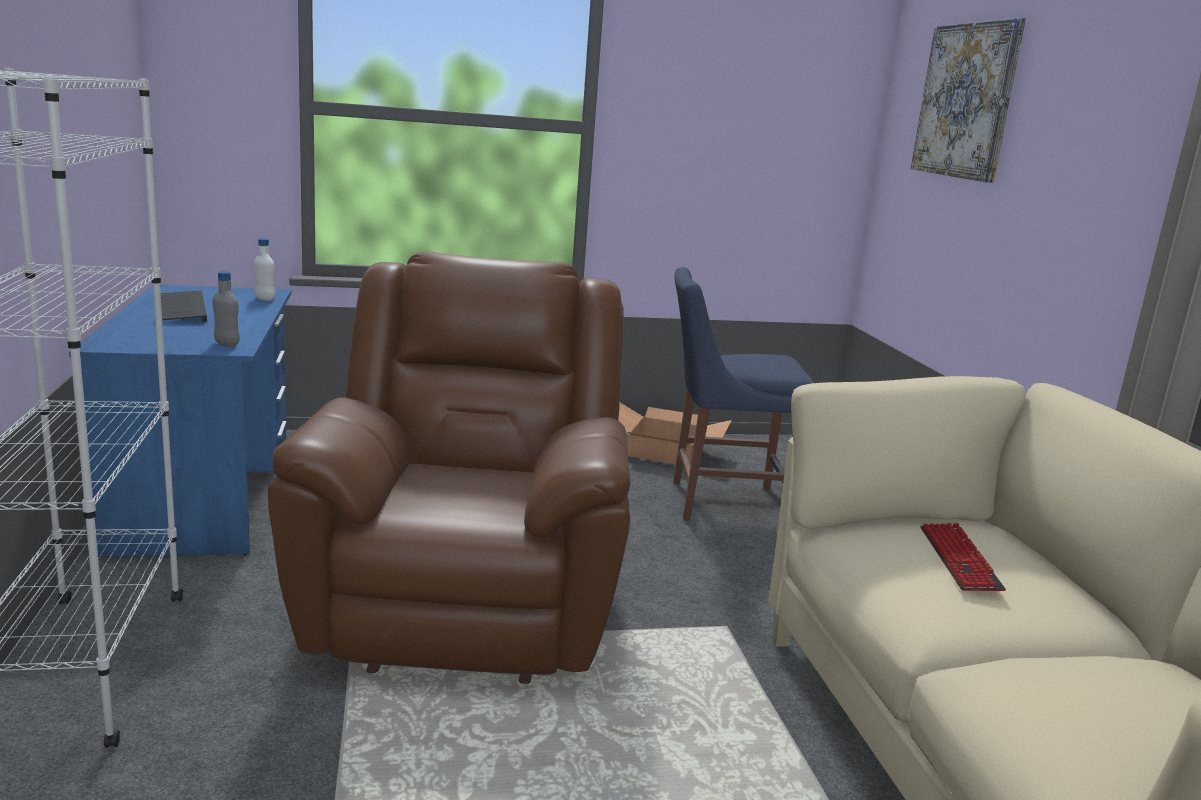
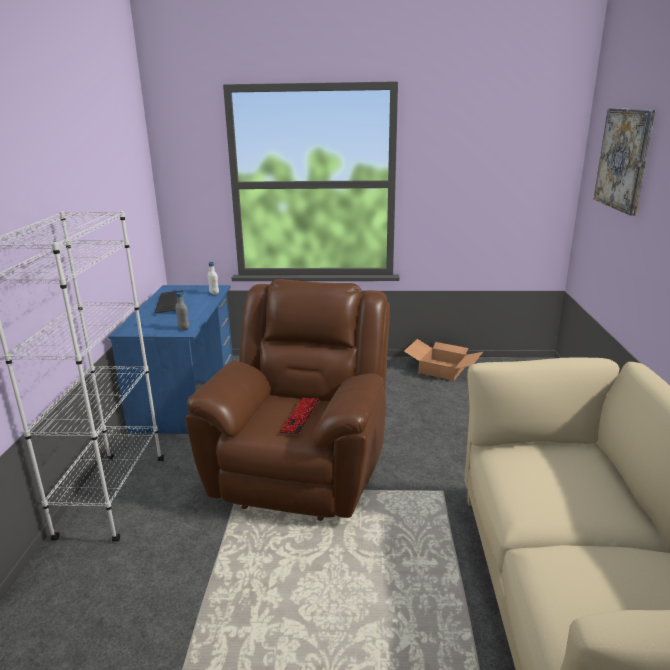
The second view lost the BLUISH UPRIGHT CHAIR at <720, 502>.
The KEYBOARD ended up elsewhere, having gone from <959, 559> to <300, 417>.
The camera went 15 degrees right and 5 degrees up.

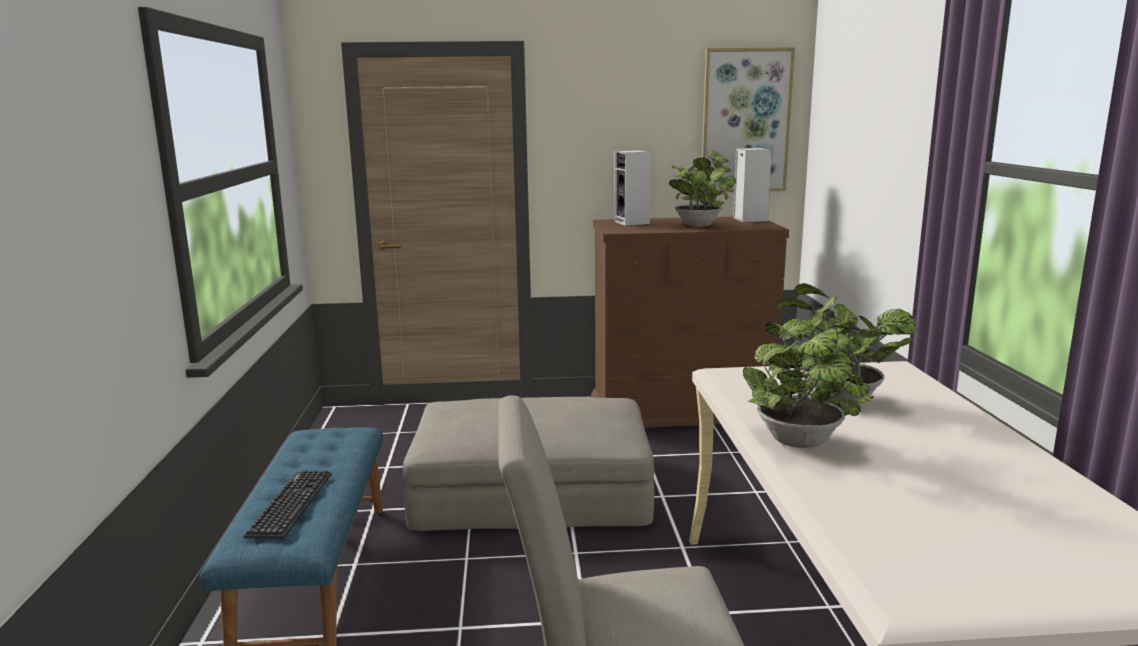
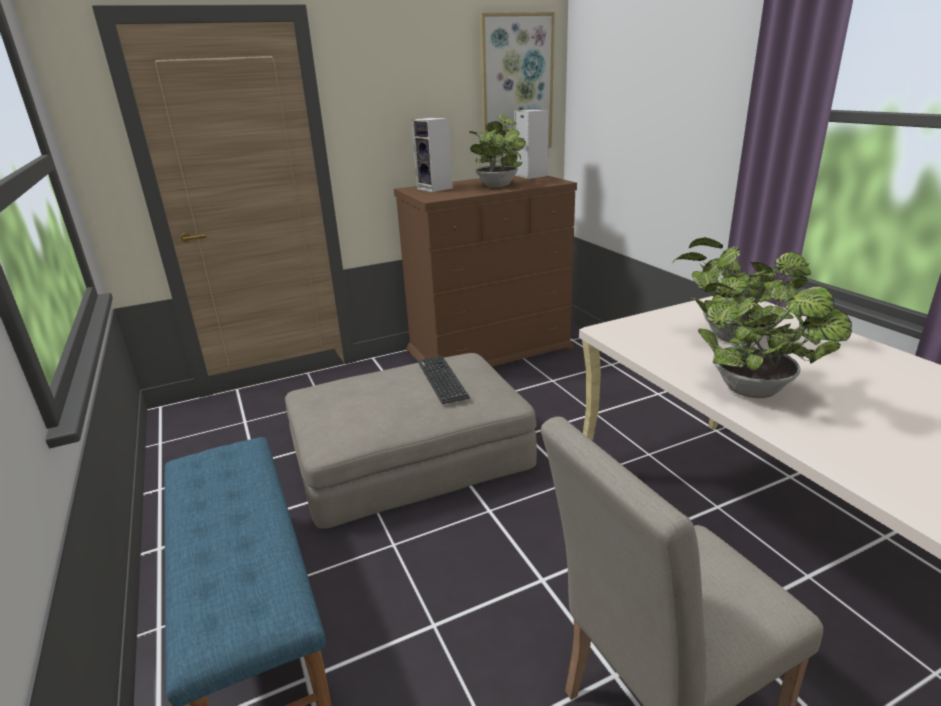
The KEYBOARD ended up elsewhere, having gone from <291, 504> to <442, 379>.
The camera went 20 degrees left and 10 degrees up.

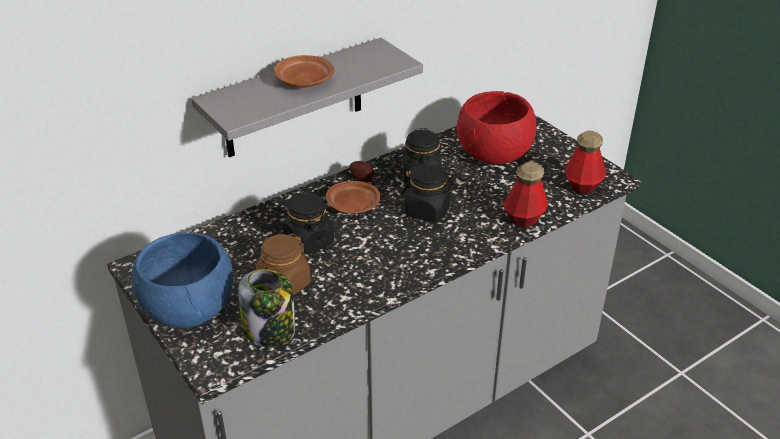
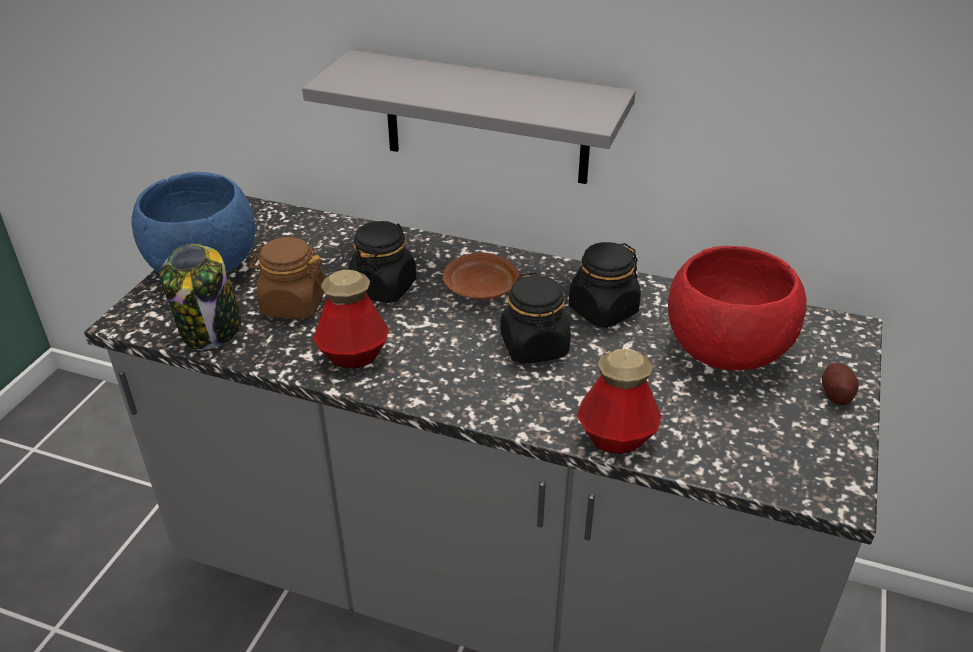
The second view lost the BROWN PLATE at <303, 80>.
The WHOLE POTATO ended up elsewhere, having gone from <361, 178> to <836, 394>.
The DRINK BOTTLE ended up elsewhere, having gone from <583, 186> to <353, 356>.
The camera went 55 degrees right and 0 degrees up.

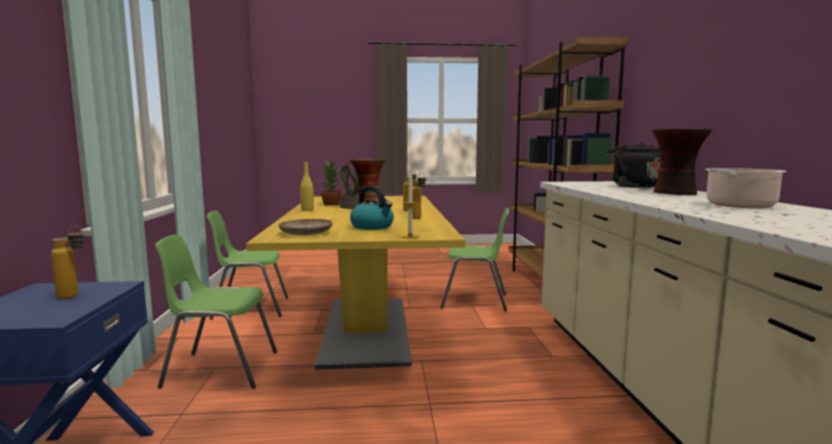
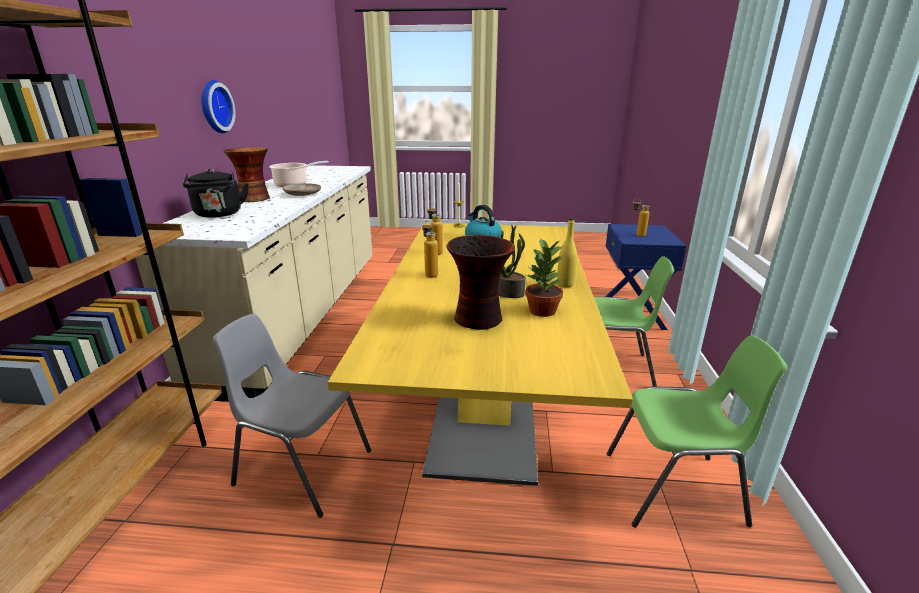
The second view gained the CLOCK ON THE WALL at <214, 107>.
The BEIGE PLATE ended up elsewhere, having gone from <306, 233> to <302, 194>.
What was the GREEN UPRIGHT CHAIR at <476, 301> turned into the GREY UPRIGHT CHAIR at <302, 467>.
The camera went 170 degrees left and 15 degrees up.

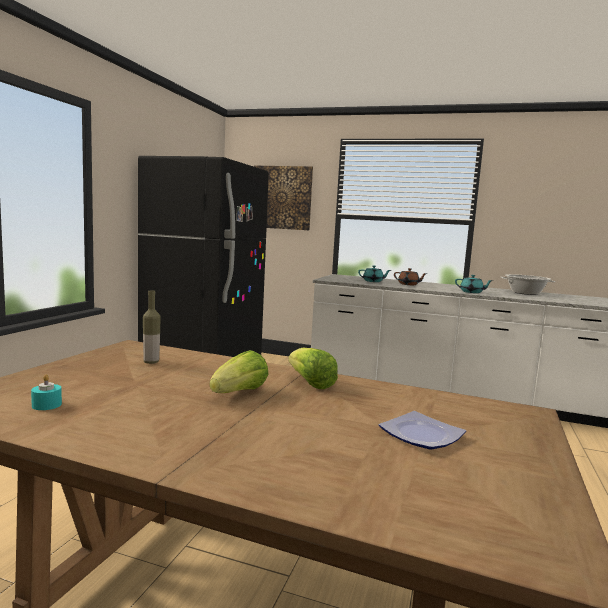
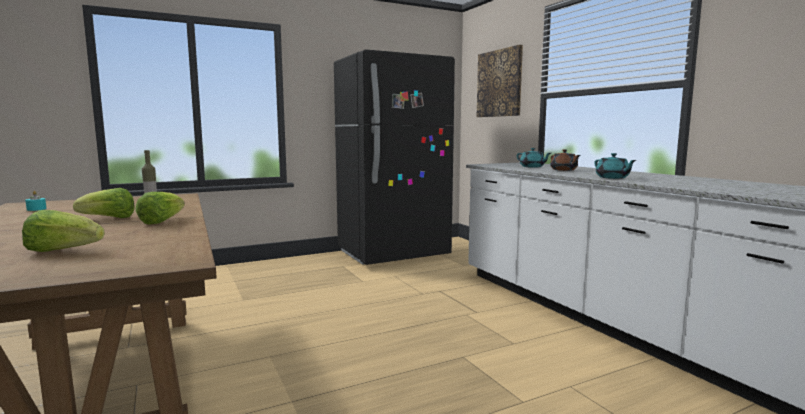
The second view lost the SAUCEPOT at <525, 293>.
Where the PLATE stood at <419, 435>, the LETTUCE came to stand at <63, 251>.
The camera went 45 degrees right and 0 degrees up.

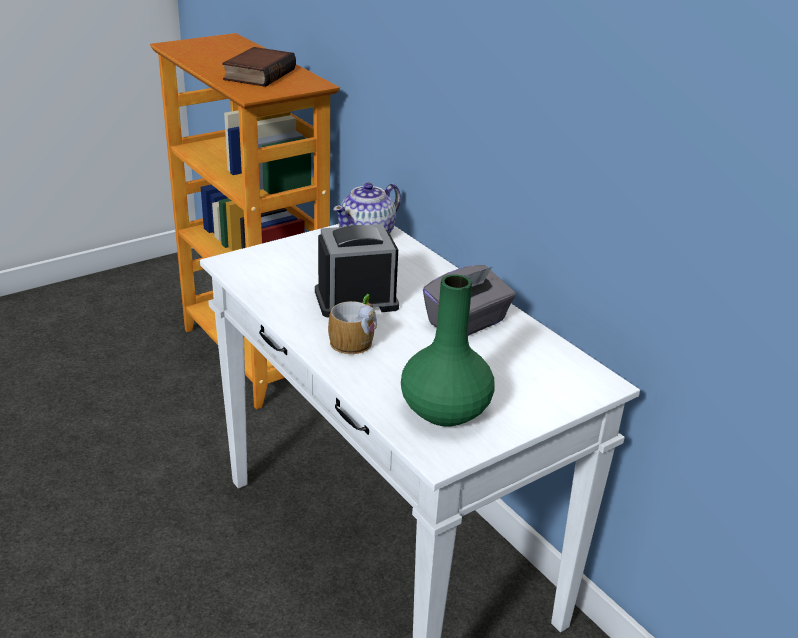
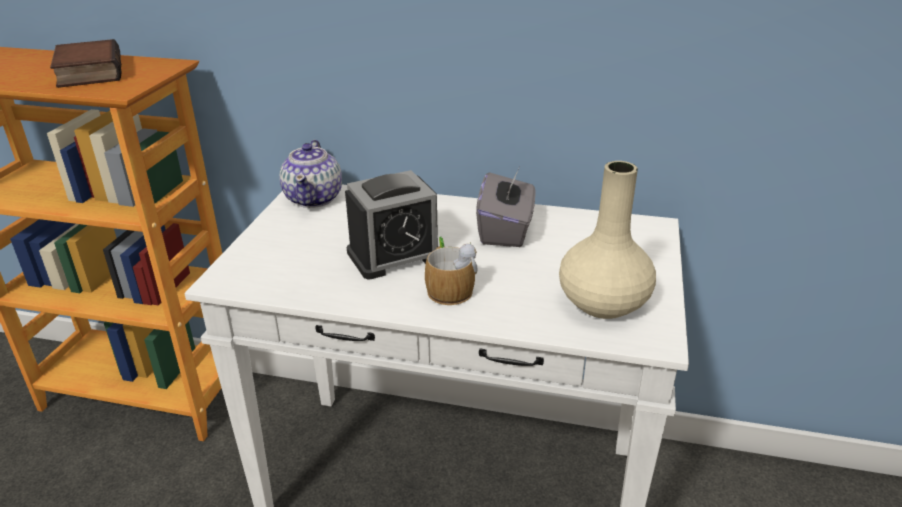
What was the GREEN FLOWER VASE at <443, 411> turned into the BEIGE FLOWER VASE at <602, 304>.
The BEDSIDE CLOCK at <356, 300> ended up facing another way, 150 degrees counterclockwise from before.
The camera went 40 degrees left and 0 degrees up.

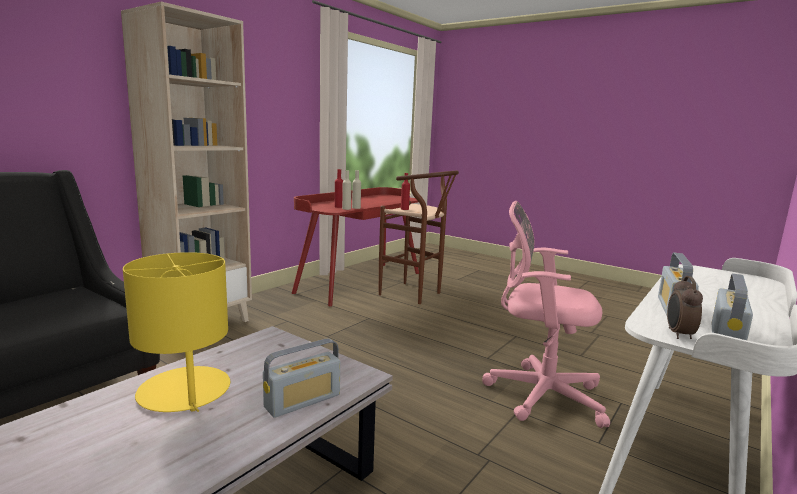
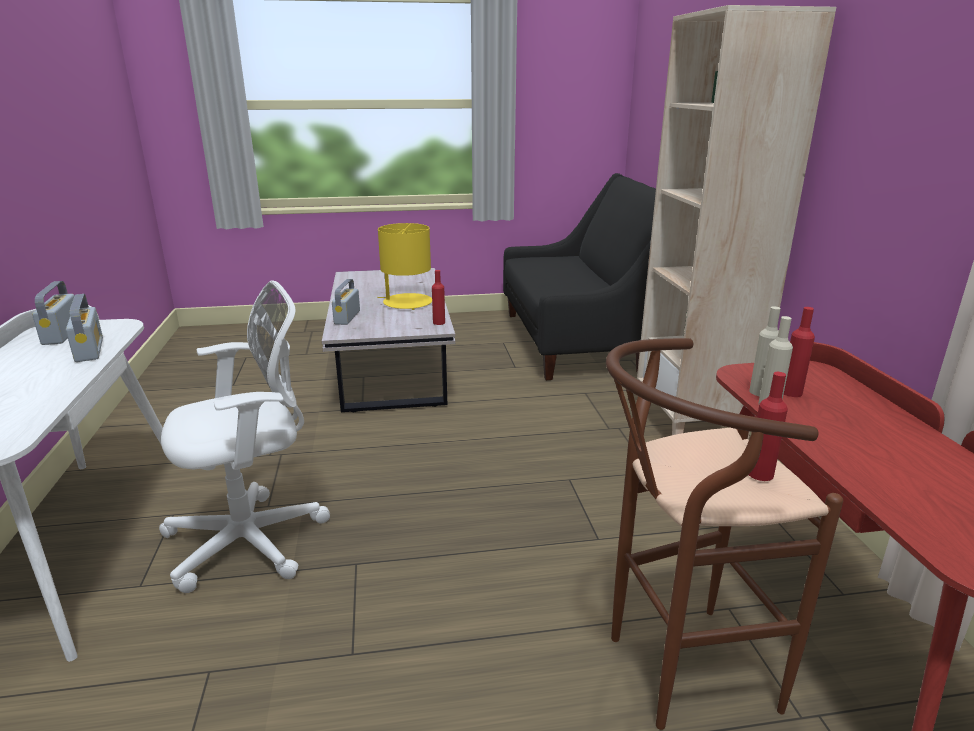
The second view lost the BEDSIDE CLOCK at <678, 334>.
The second view gained the RED-COLOURED DRINK BOTTLE at <439, 322>.
What was the PINK DESK CHAIR at <539, 394> turned into the WHITE-COLOURED DESK CHAIR at <254, 540>.
The camera went 135 degrees right and 10 degrees up.

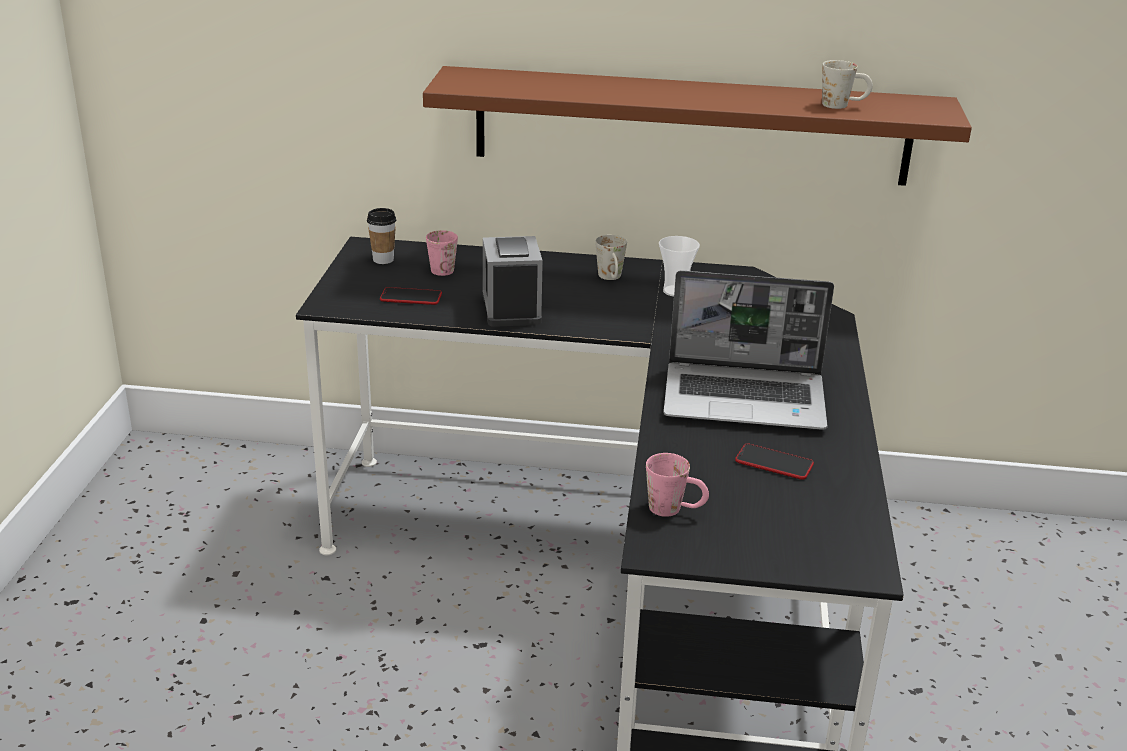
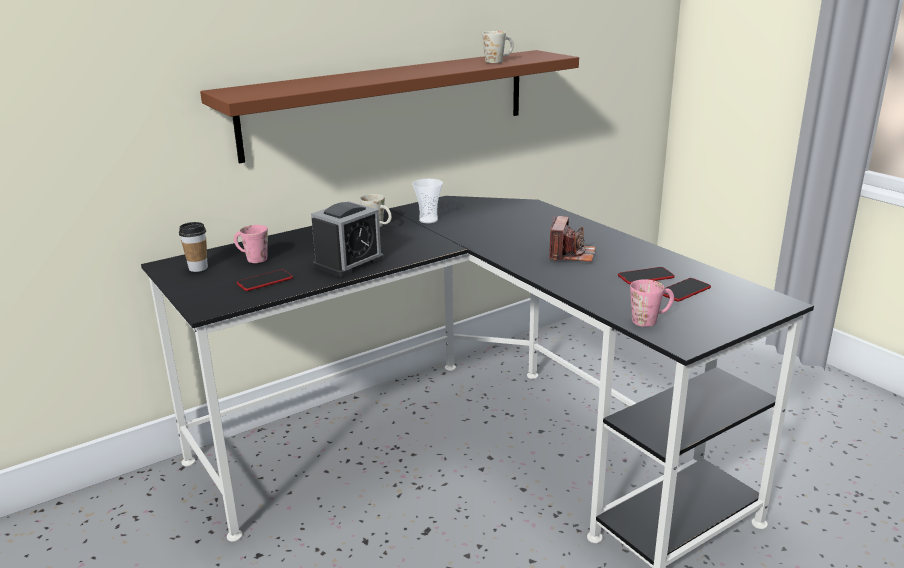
The second view gained the PHONE at <684, 291>.
Where the PORTABLE COMPUTER stood at <746, 399>, the PHOTO CAMERA came to stand at <571, 254>.
The BEDSIDE CLOCK at <511, 309> ended up facing another way, 90 degrees counterclockwise from before.
The camera went 40 degrees left and 5 degrees down.

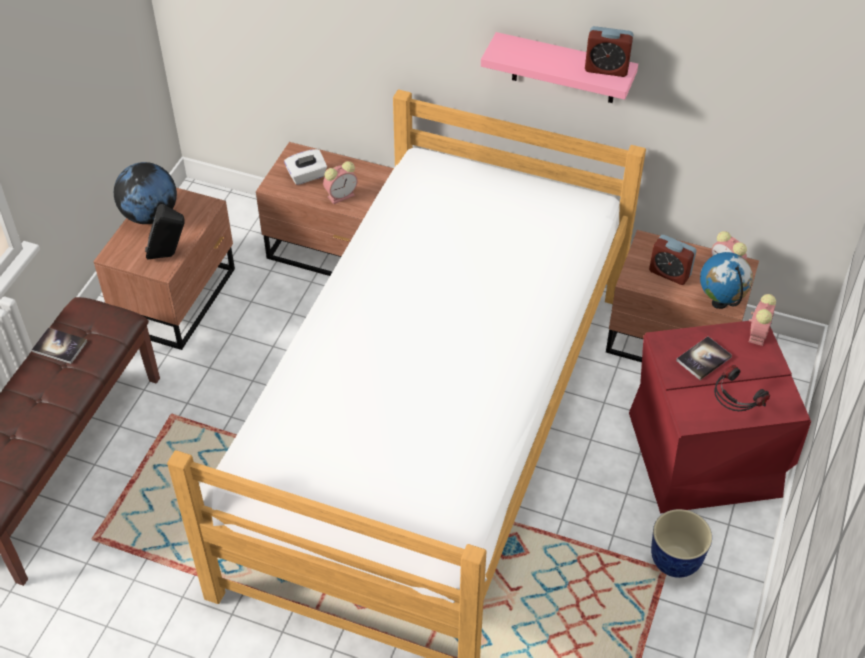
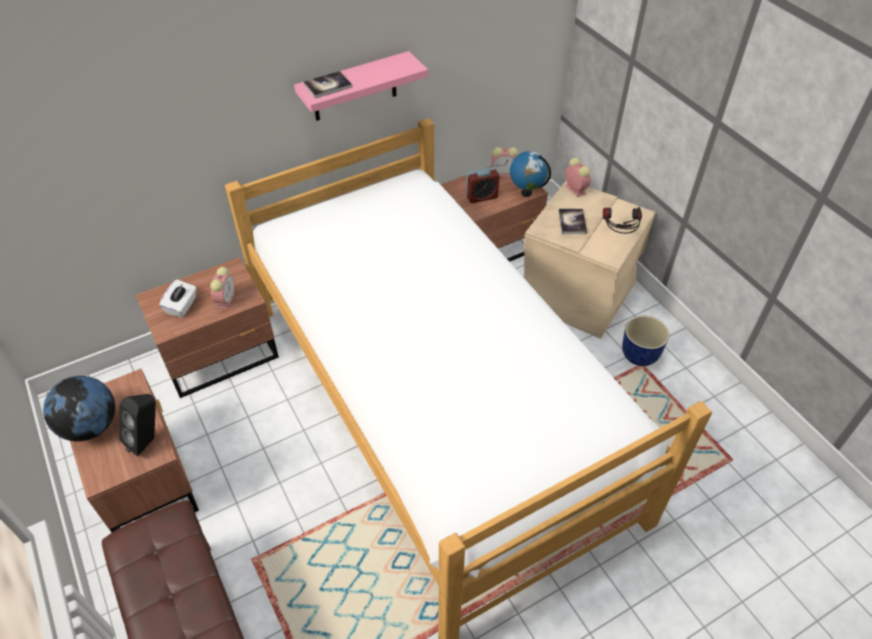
The second view lost the BEDSIDE CLOCK at <606, 69>.
The VOLUME ended up elsewhere, having gone from <59, 346> to <328, 86>.
What was the RED-COLOURED STORAGE BIN at <706, 455> turned into the BEIGE STORAGE BIN at <579, 291>.
The camera went 50 degrees left and 0 degrees up.

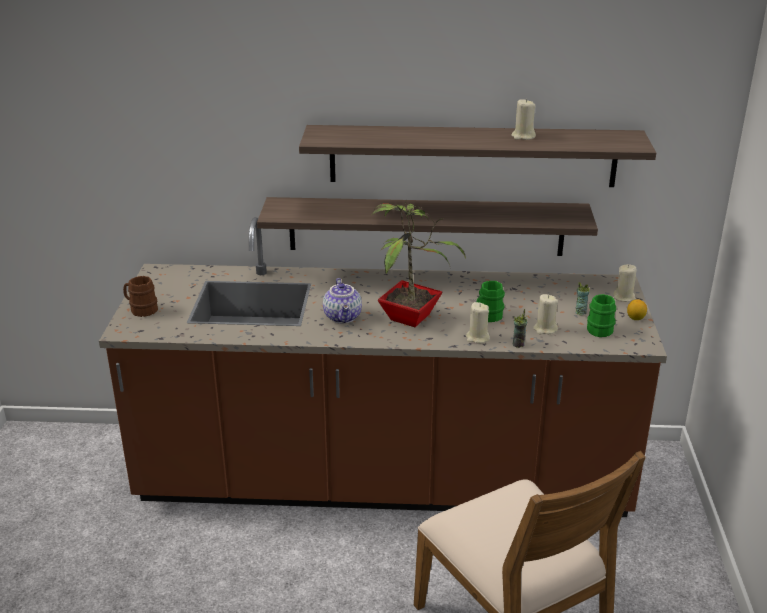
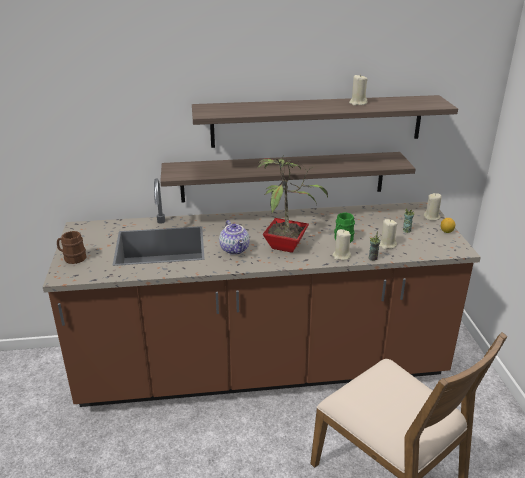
The second view lost the GREEN MUG at <602, 328>.
The camera went 10 degrees left and 0 degrees up.

